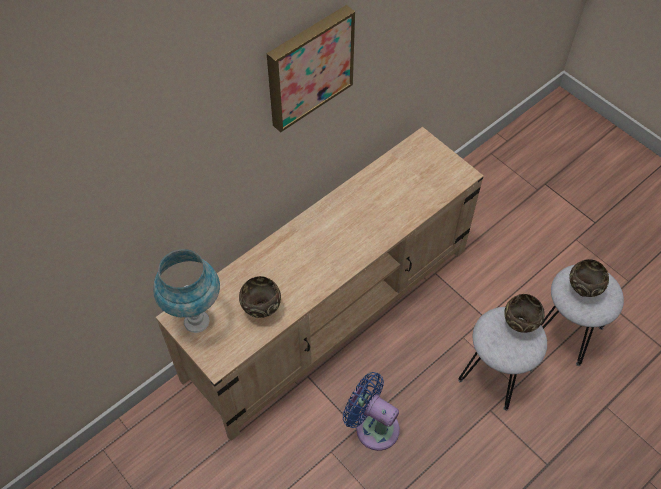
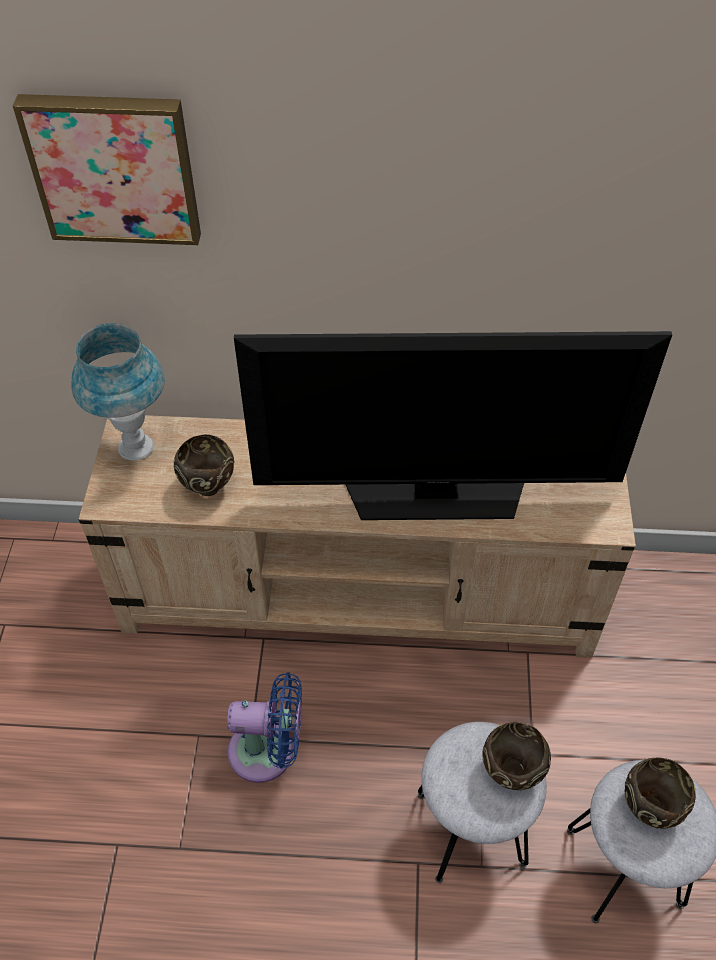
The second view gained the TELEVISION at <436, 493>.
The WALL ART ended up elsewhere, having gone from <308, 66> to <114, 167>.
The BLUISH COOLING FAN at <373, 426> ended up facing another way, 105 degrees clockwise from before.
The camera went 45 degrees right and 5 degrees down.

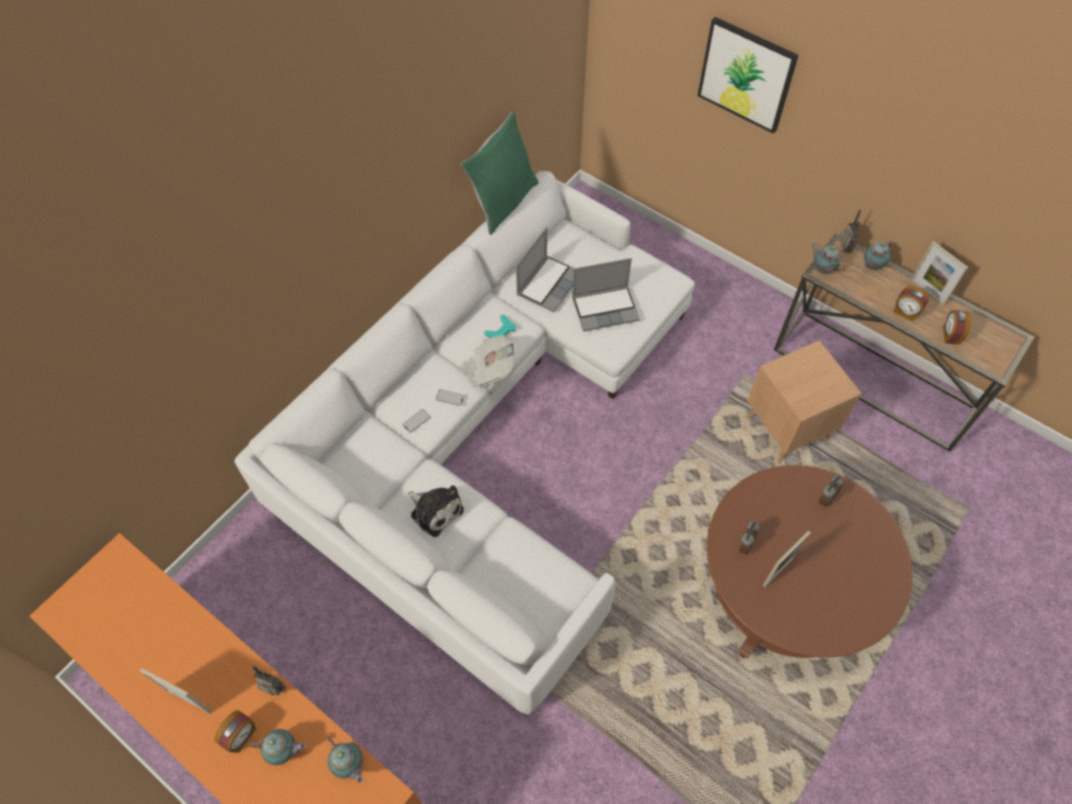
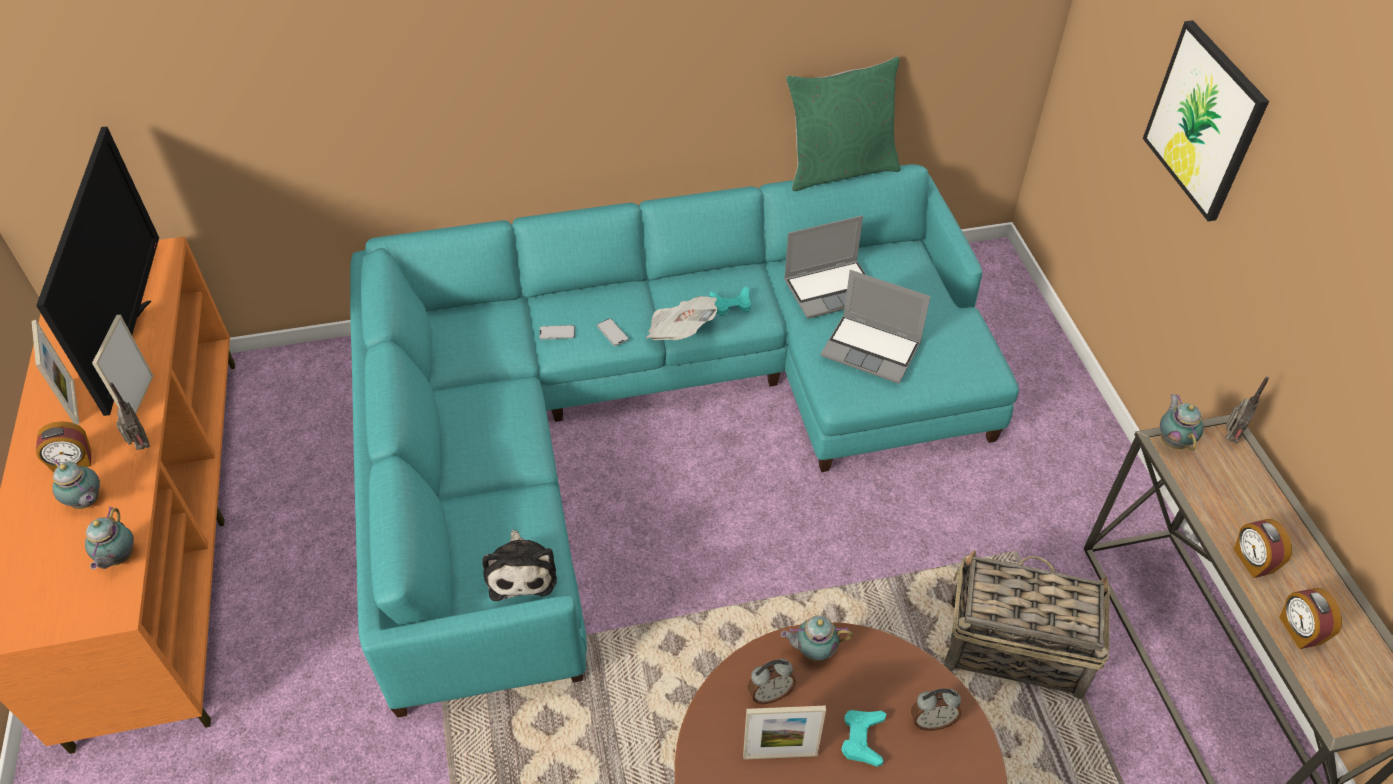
The second view gained the TELEVISION at <133, 330>.
The second view gained the TURQUOISE JOYPAD at <862, 738>.
The CUDDLY TOY ended up elsewhere, having gone from <435, 510> to <521, 571>.
The TEAPOT ended up elsewhere, having gone from <871, 266> to <813, 651>.
The STANDING FRAME ended up elsewhere, having gone from <927, 292> to <140, 399>.
Where the BROWN ACCENT TABLE stood at <787, 428>, the BASKET came to stand at <1013, 647>.
What was the WHITE-COLOURED COUCH at <484, 430> turned into the TURQUOISE COUCH at <649, 412>.
The BEDSIDE CLOCK at <950, 335> ended up facing another way, 60 degrees counterclockwise from before.
The camera went 40 degrees right and 10 degrees down.

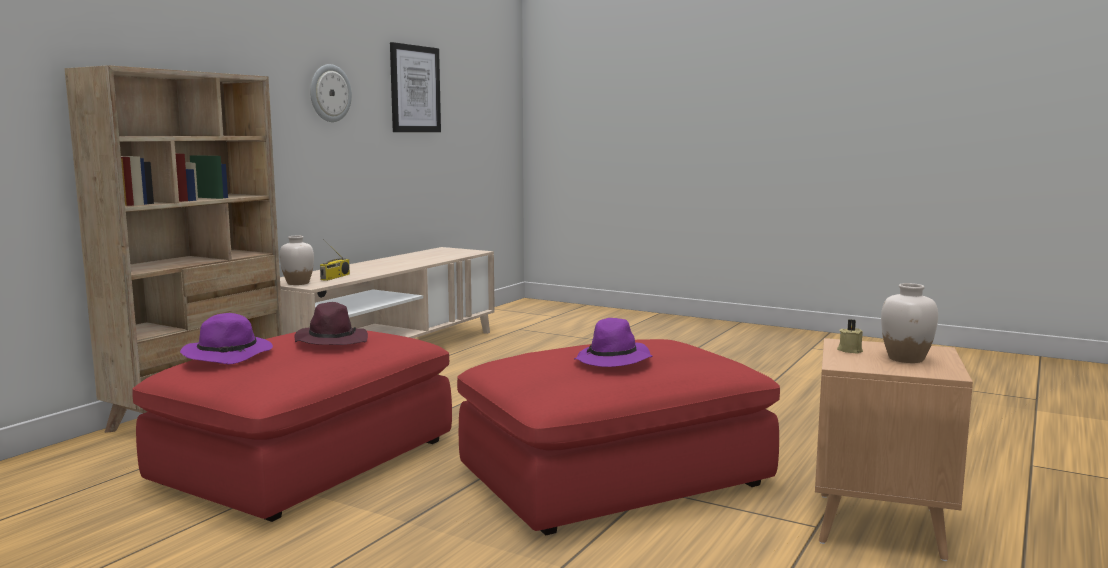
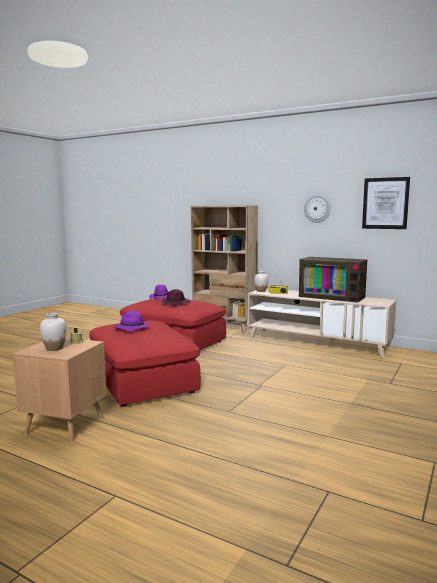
The second view gained the TELEVISION at <333, 296>.
The camera went 90 degrees right and 0 degrees up.

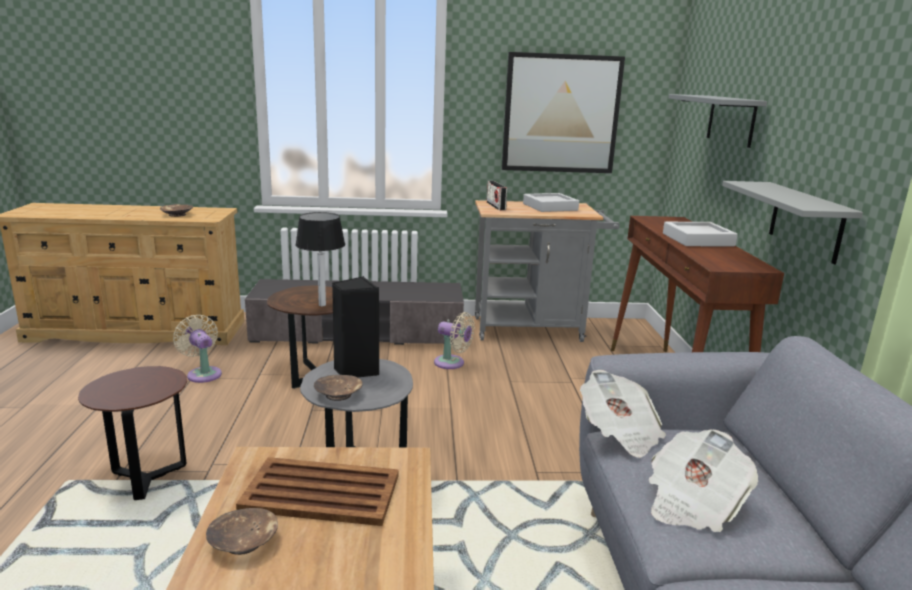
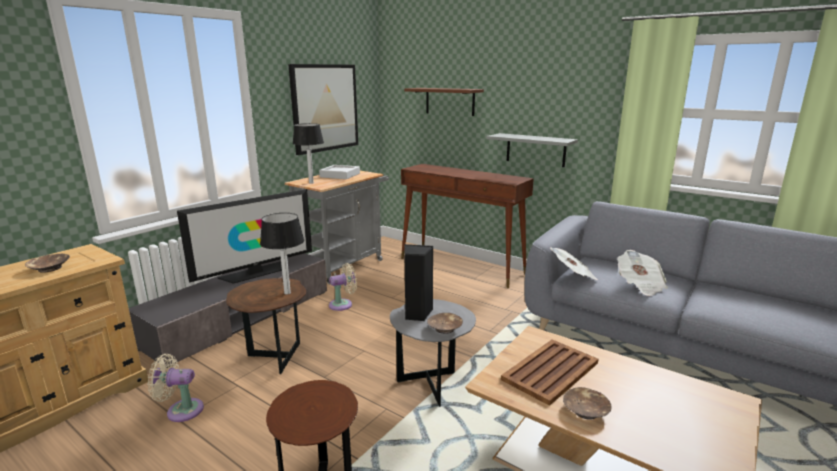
The second view lost the GREY TRAY at <697, 240>.
The second view gained the TELEVISION at <255, 273>.
Where the RADIO SET stood at <496, 206>, the TABLE LAMP came to stand at <311, 183>.
What was the GREY SHELF at <731, 120> turned into the BROWN SHELF at <450, 101>.
The camera went 50 degrees left and 0 degrees up.

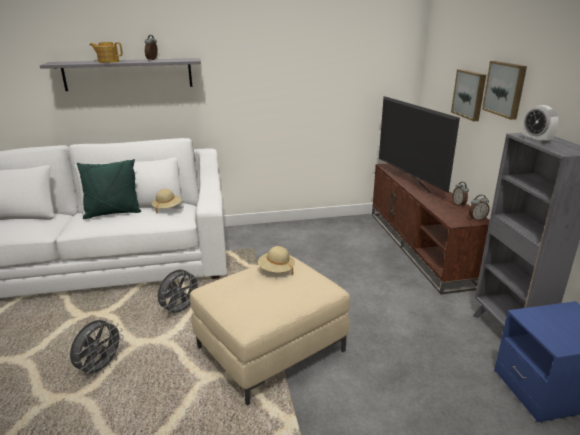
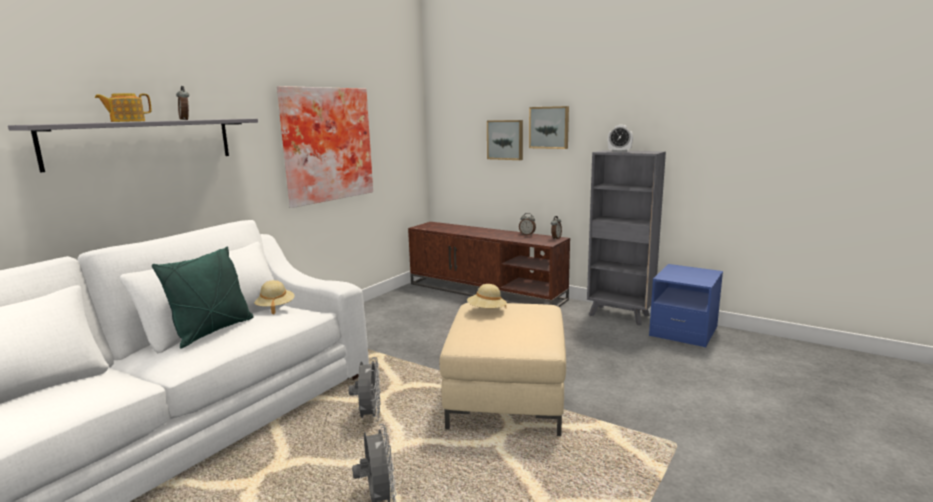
The second view lost the TELEVISION at <410, 182>.
The second view gained the WALL ART at <325, 144>.
The camera went 45 degrees left and 10 degrees down.

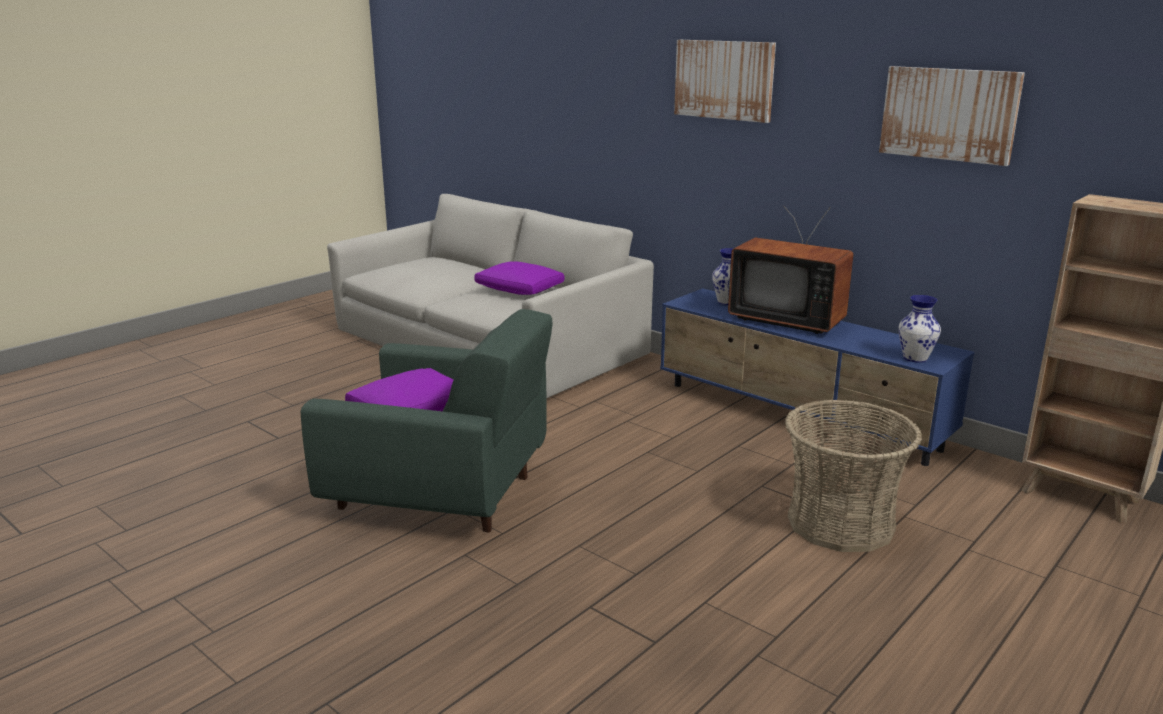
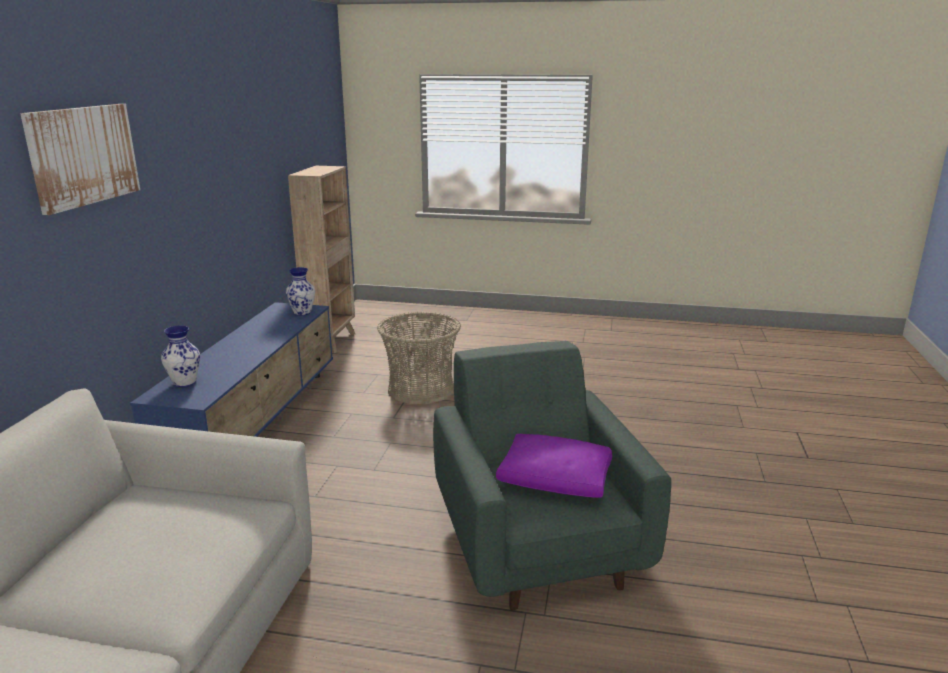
The second view lost the PURPLE-COLOURED CUSHION at <520, 290>.
The second view lost the TELEVISION at <788, 319>.
The second view lost the WALL ART at <949, 114>.
The camera went 120 degrees left and 0 degrees up.

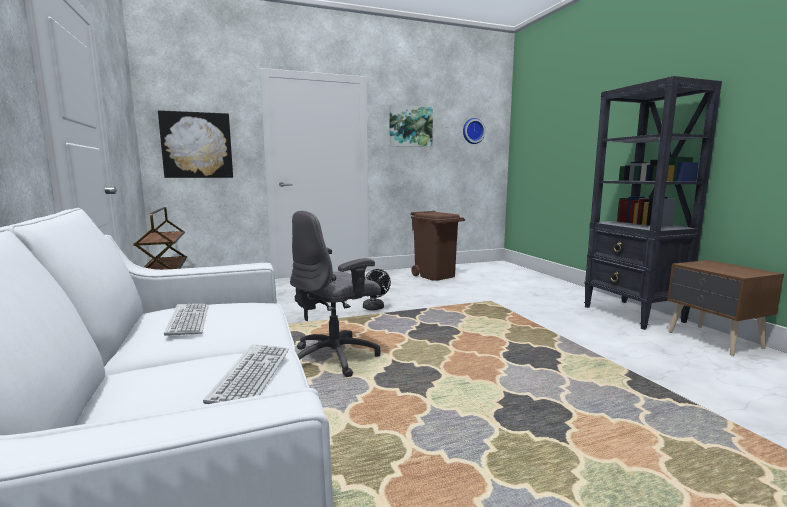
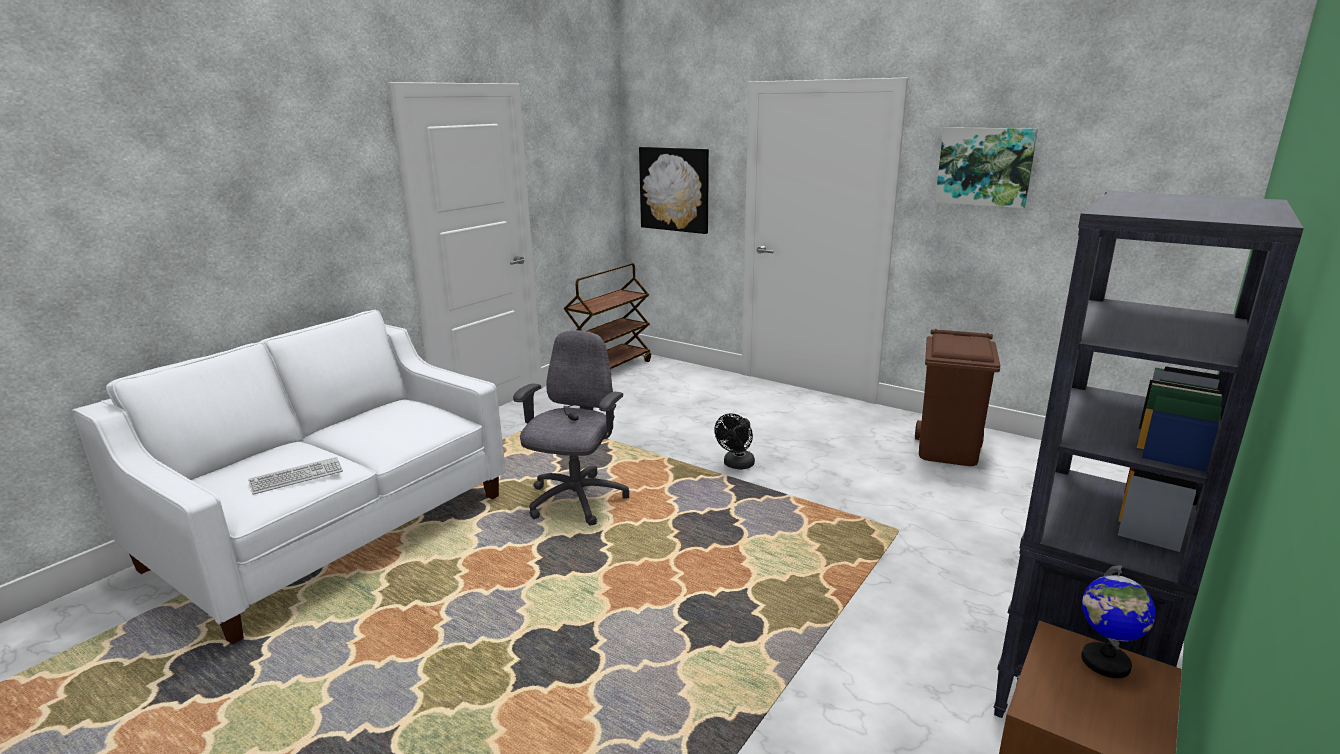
The second view lost the KEYBOARD at <188, 320>.
The second view lost the CLOCK ON THE WALL at <473, 131>.
The second view gained the WORLD GLOBE at <1105, 662>.
The GREY DESK CHAIR at <336, 358> ended up facing another way, 90 degrees clockwise from before.
The camera went 55 degrees right and 10 degrees up.

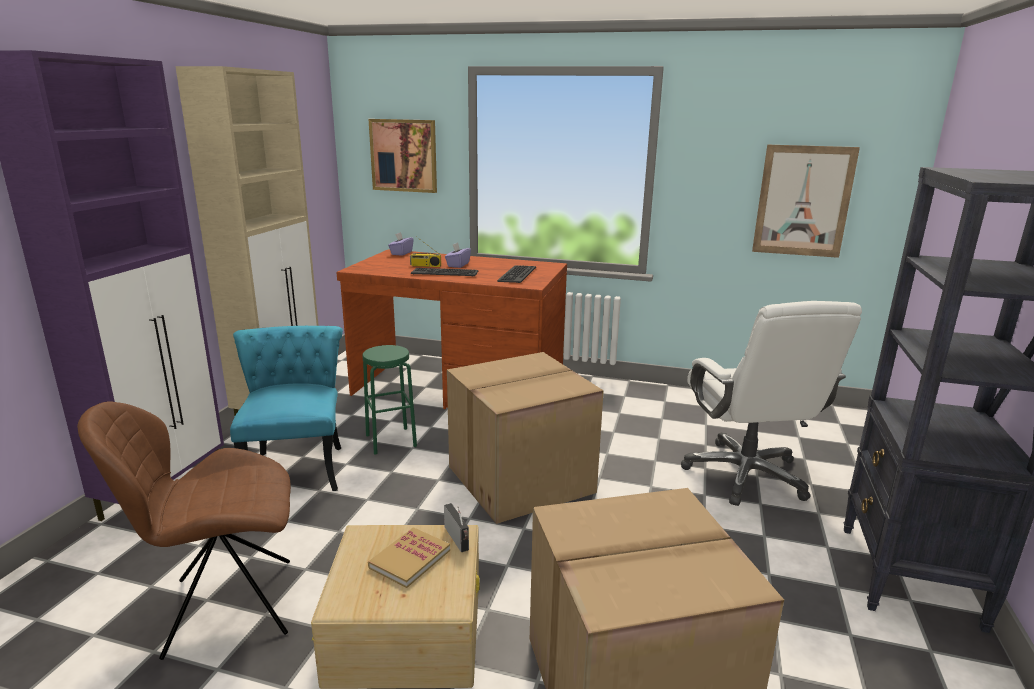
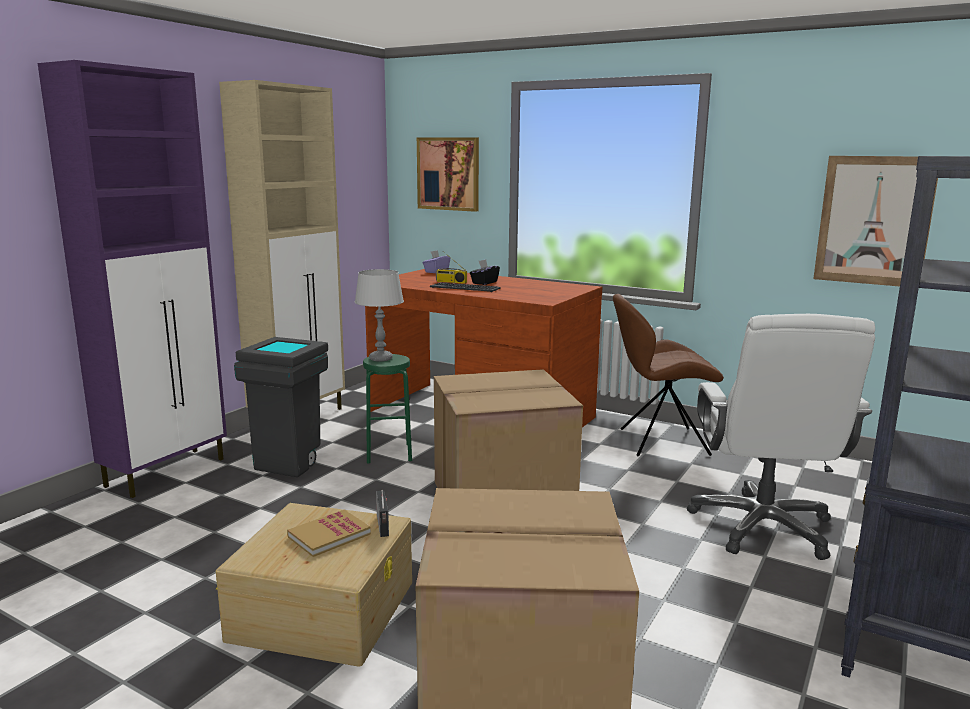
The second view lost the KEYBOARD at <516, 274>.
The second view gained the GREY TABLE LAMP at <381, 359>.
The BROWN UPRIGHT CHAIR ended up elsewhere, having gone from <224, 607> to <659, 442>.
Where the TURQUOISE UPRIGHT CHAIR stood at <297, 465>, the GREY WASTE BIN came to stand at <291, 464>.
What was the PURPLE-COLOURED TISSUE BOX at <458, 265> turned into the BLACK-COLOURED TISSUE BOX at <484, 283>.
The camera went 15 degrees right and 5 degrees down.

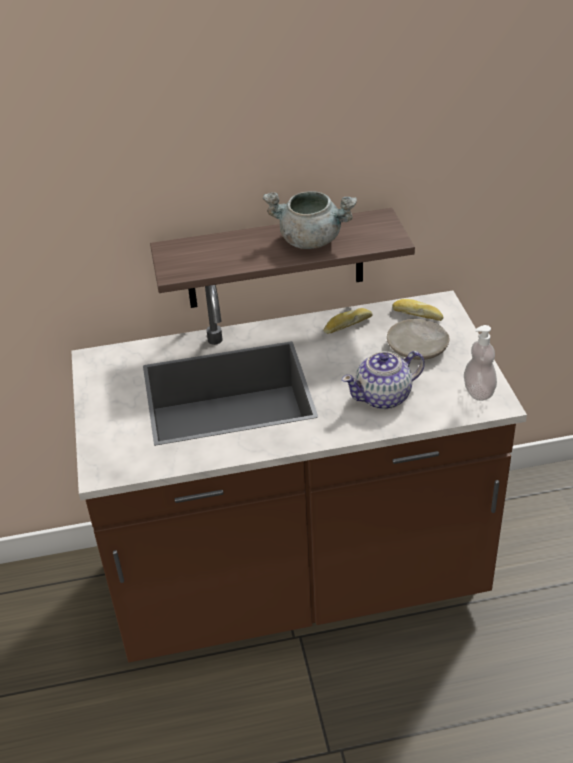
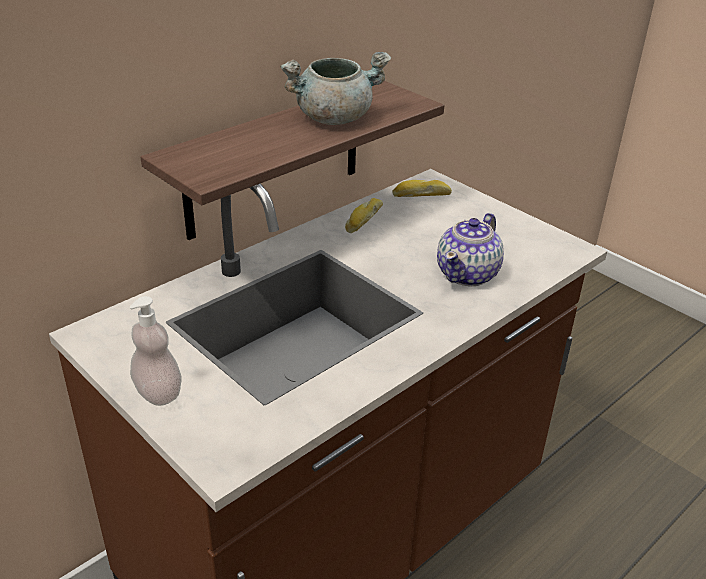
The second view lost the BEIGE PLATE at <418, 347>.
The SOAP BOTTLE ended up elsewhere, having gone from <478, 391> to <158, 393>.
The camera went 35 degrees left and 5 degrees down.

